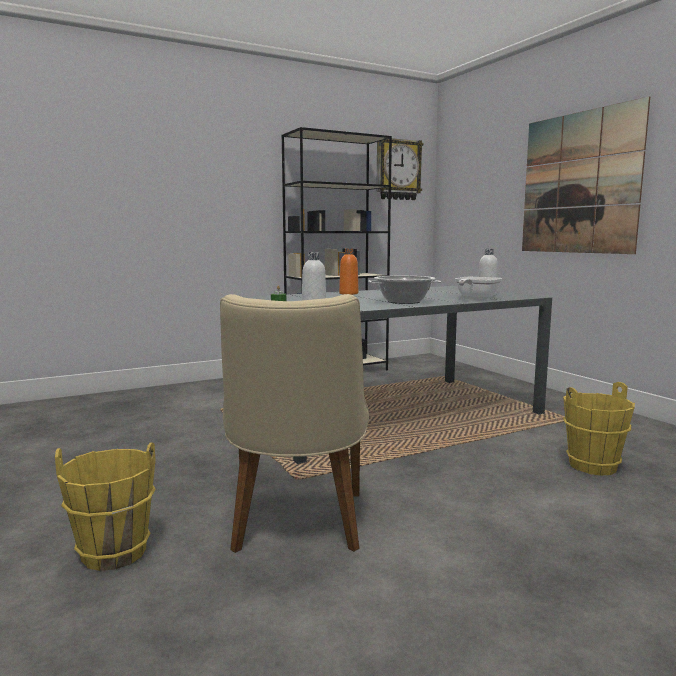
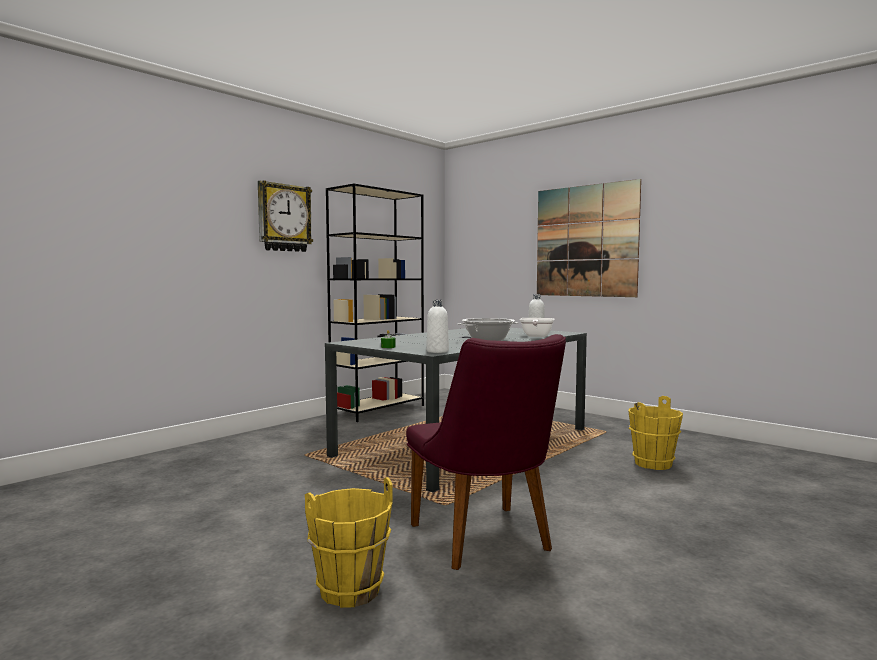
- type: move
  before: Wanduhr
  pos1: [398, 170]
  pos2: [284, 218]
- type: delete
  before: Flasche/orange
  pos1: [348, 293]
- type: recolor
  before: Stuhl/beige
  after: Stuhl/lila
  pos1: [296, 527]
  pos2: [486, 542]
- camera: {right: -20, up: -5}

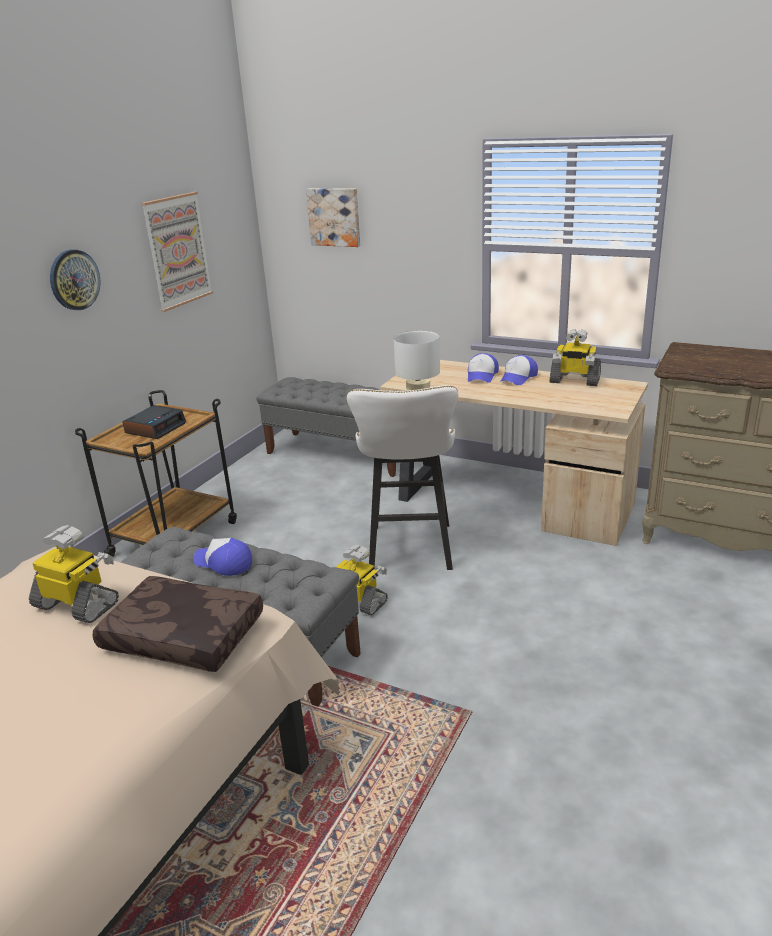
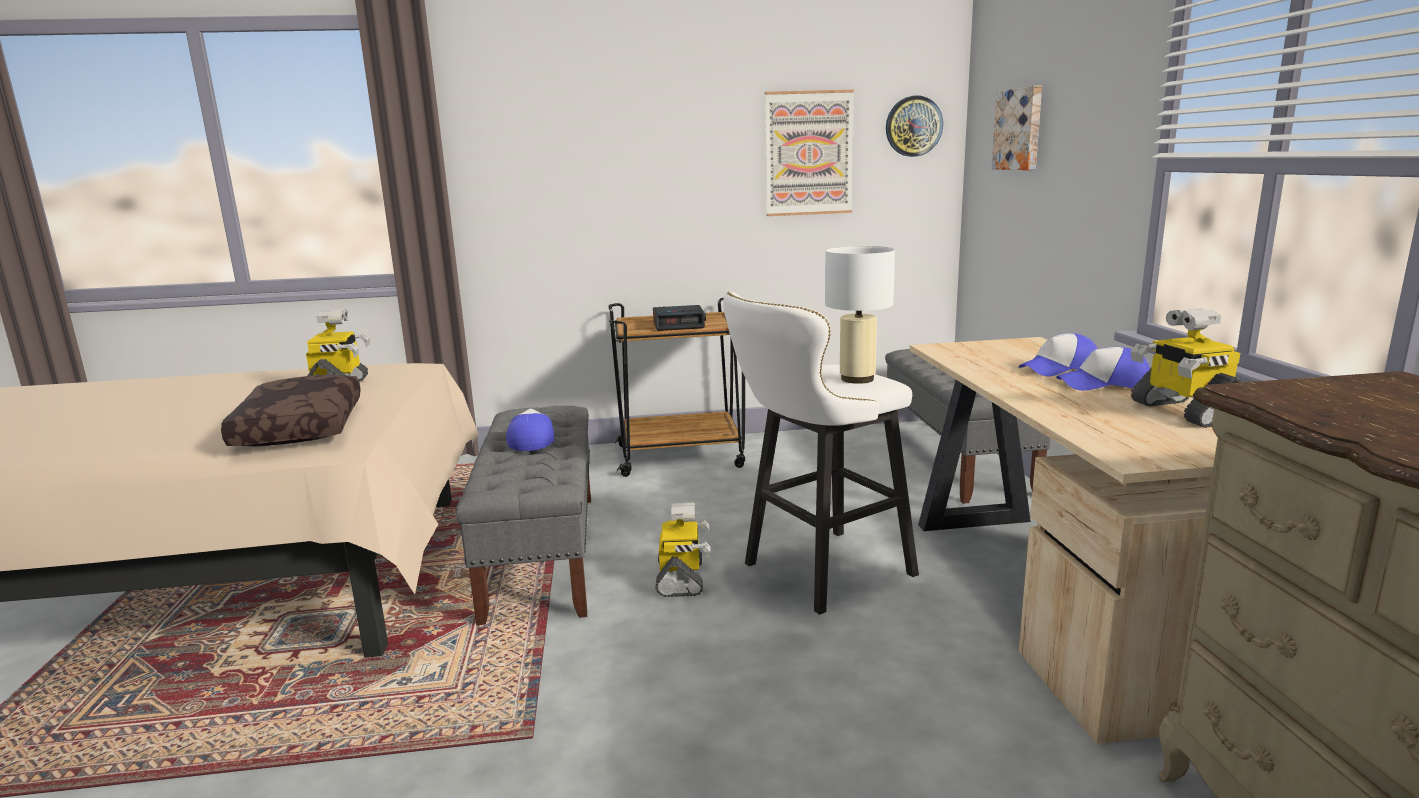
- type: move
  before: Wanduhr
  pos1: [74, 280]
  pos2: [913, 126]
- camera: {right: 55, up: -10}

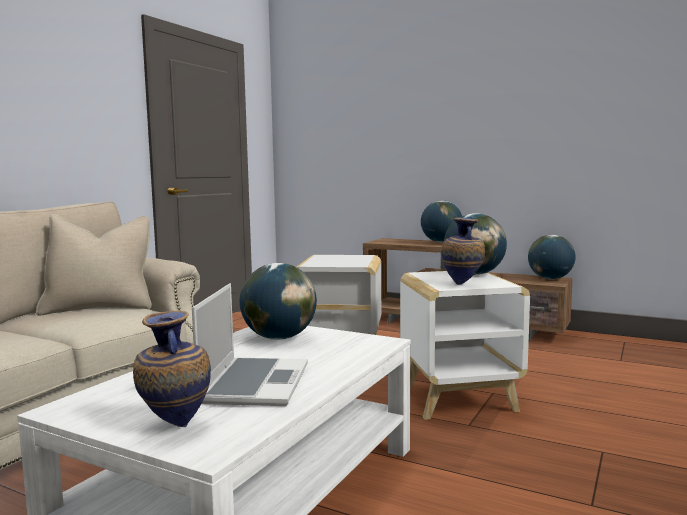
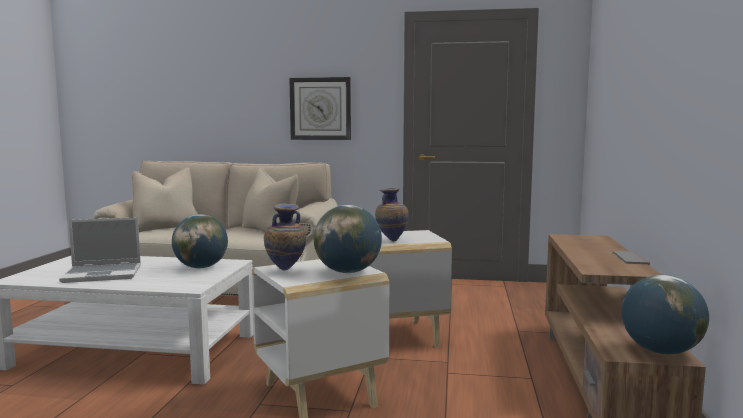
- type: delete
  before: Globus
  pos1: [441, 242]
- type: move
  before: Vase
  pos1: [174, 427]
  pos2: [391, 240]
- type: insert
  after: Wanduhr
  pos2: [320, 109]
- camera: {right: 70, up: 0}

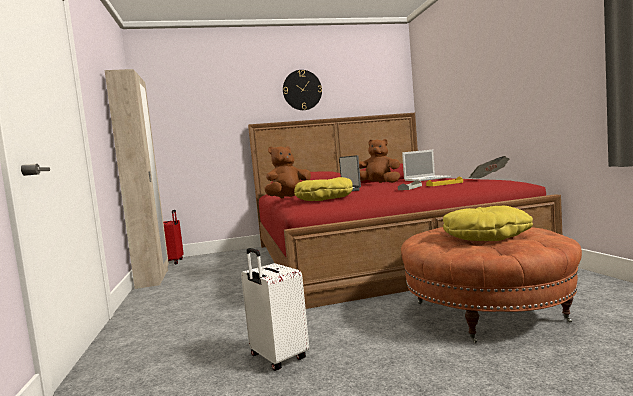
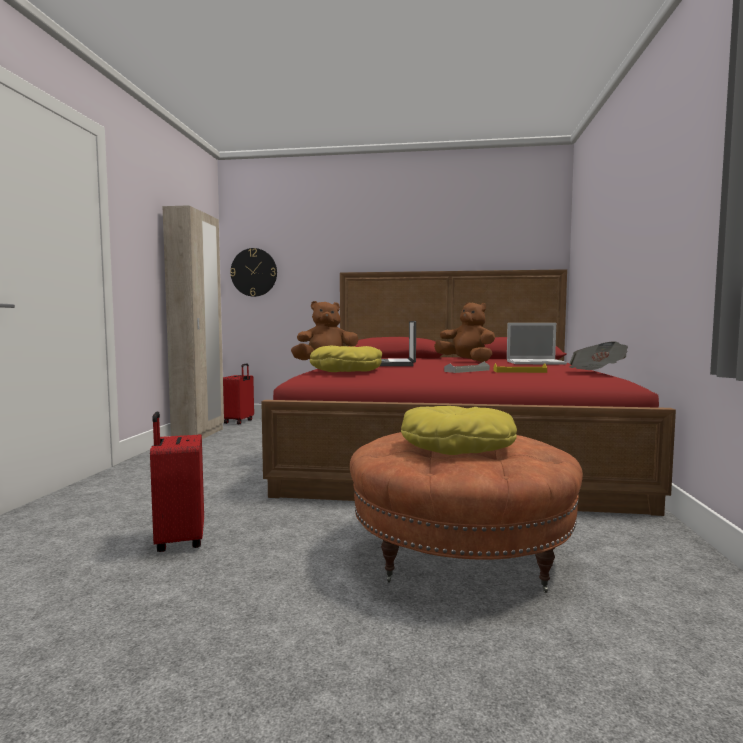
- type: move
  before: Wanduhr
  pos1: [302, 90]
  pos2: [254, 272]
- type: recolor
  before: Koffer/weiß
  after: Koffer/rot
  pos1: [277, 358]
  pos2: [178, 541]
- camera: {right: 20, up: 0}

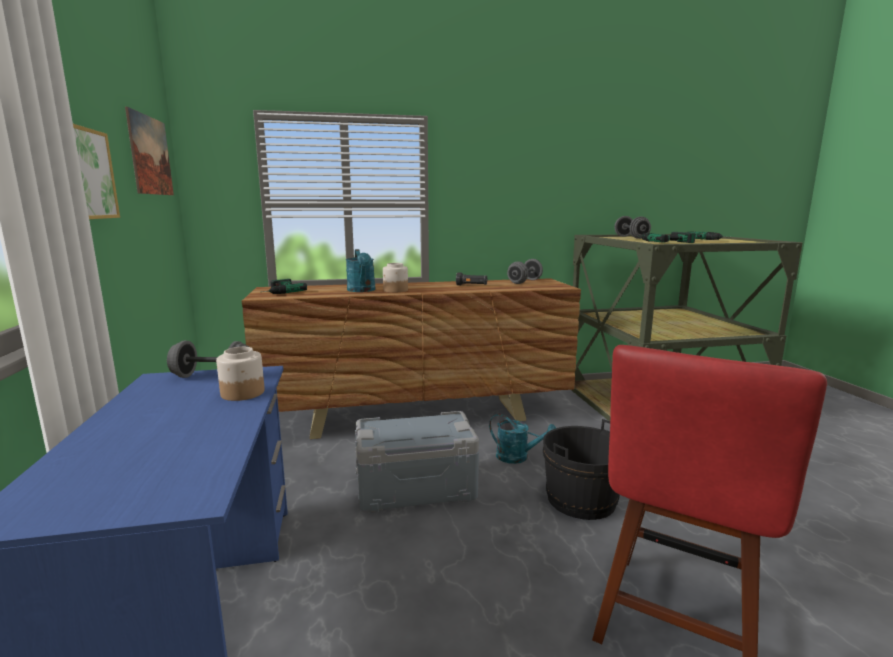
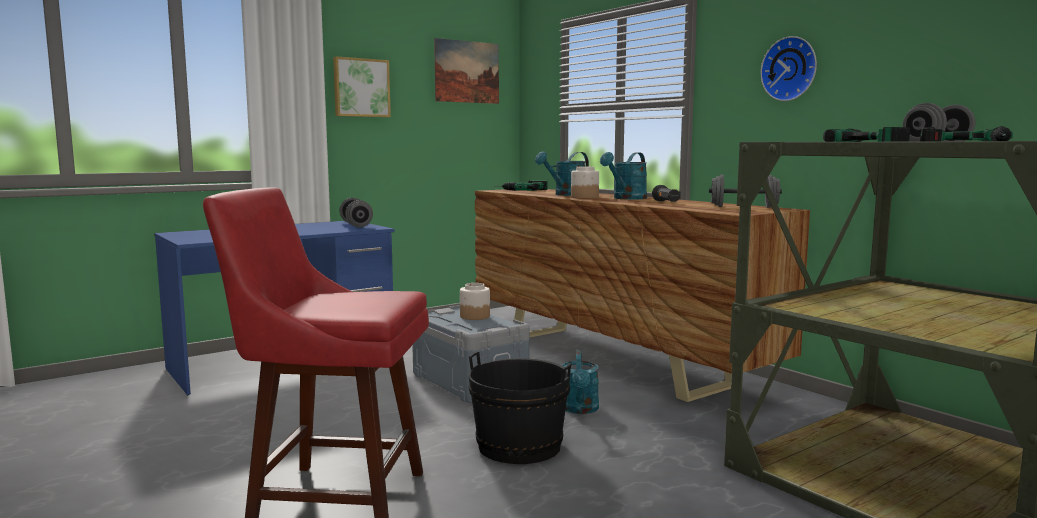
- type: move
  before: Vorratsglas
  pos1: [242, 393]
  pos2: [474, 316]
- type: insert
  after: Wanduhr
  pos2: [790, 69]
- type: insert
  after: Gießkanne/türkis
  pos2: [626, 198]
- camera: {right: 65, up: -5}

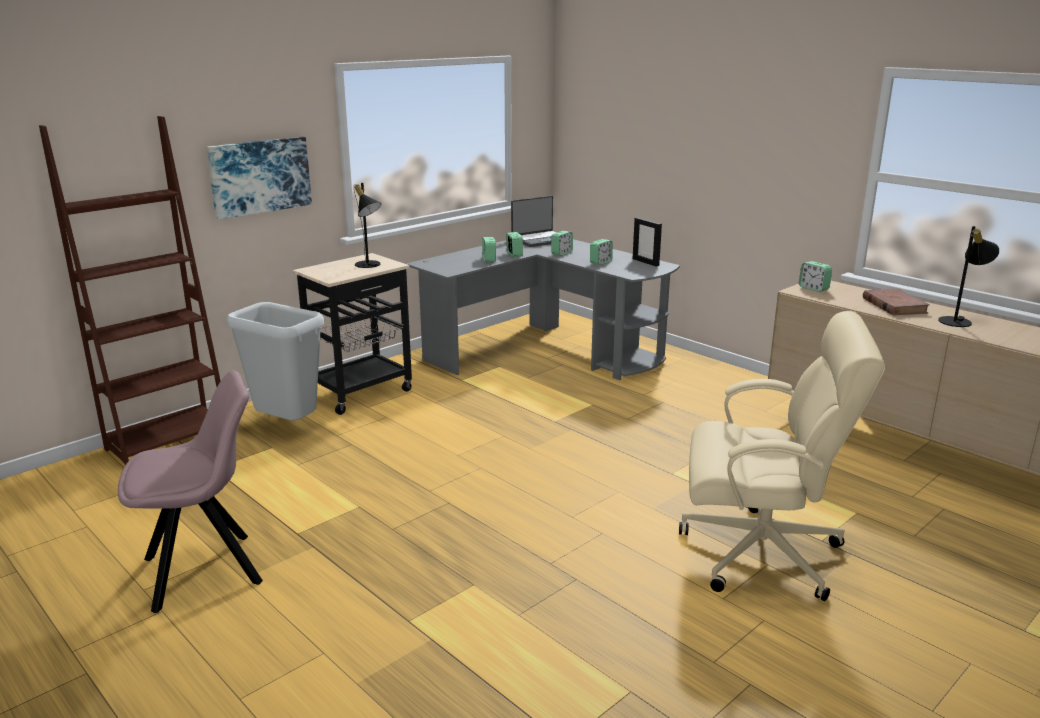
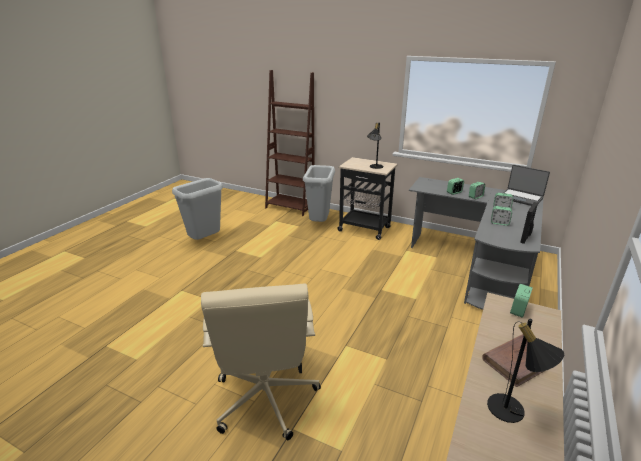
- type: delete
  before: Bild
  pos1: [259, 176]
- type: replace
  before: Stuhl/rosa
  after: Mülleimer/grau
  pos1: [204, 571]
  pos2: [205, 241]
- camera: {right: 70, up: 5}

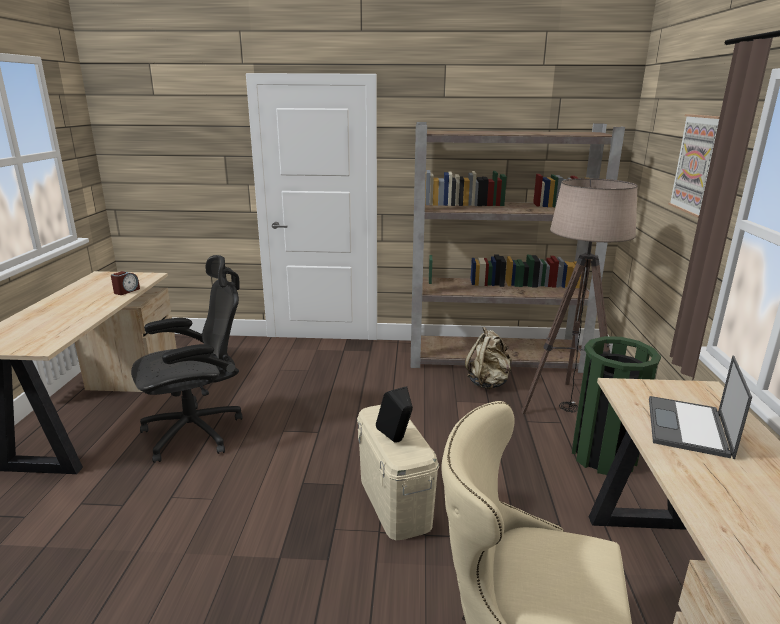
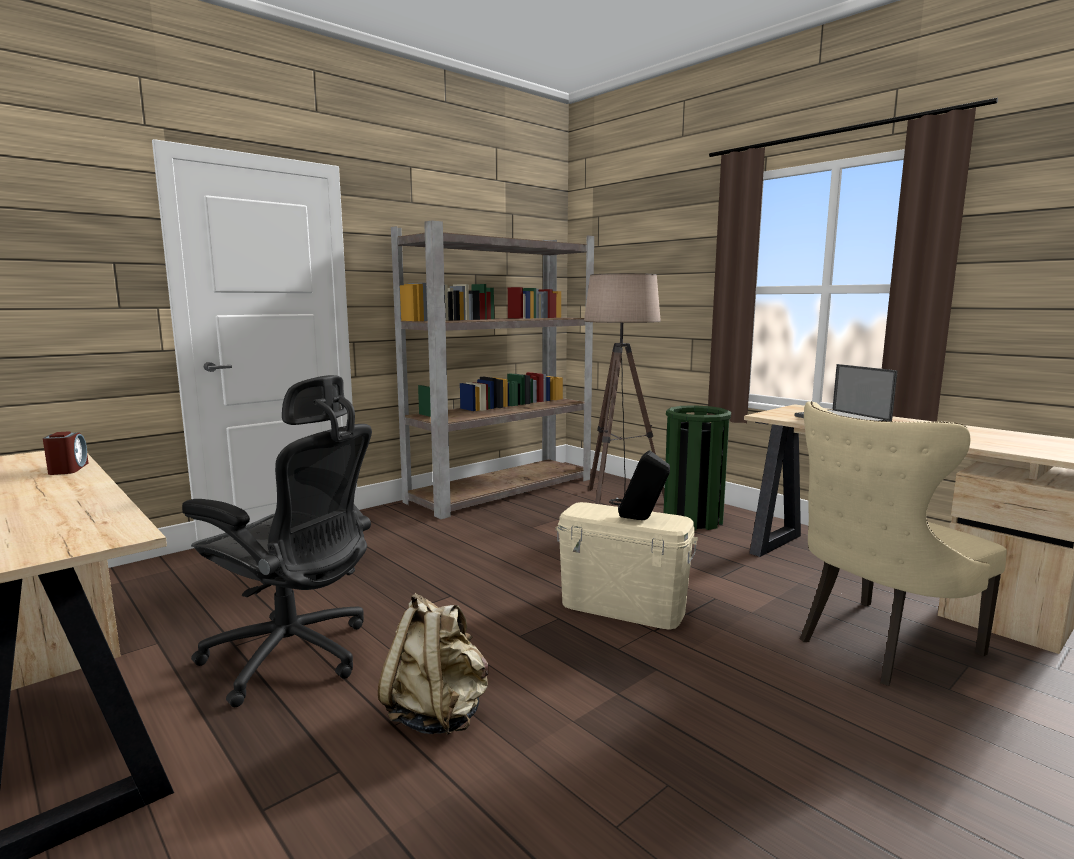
- type: delete
  before: Bild
  pos1: [696, 164]
- type: rotate
  before: Bürostuhl
  pos1: [198, 431]
  pos2: [293, 658]
  turn: 105
- type: move
  before: Rucksack/beige
  pos1: [488, 383]
  pos2: [437, 714]
- camera: {right: -45, up: -10}

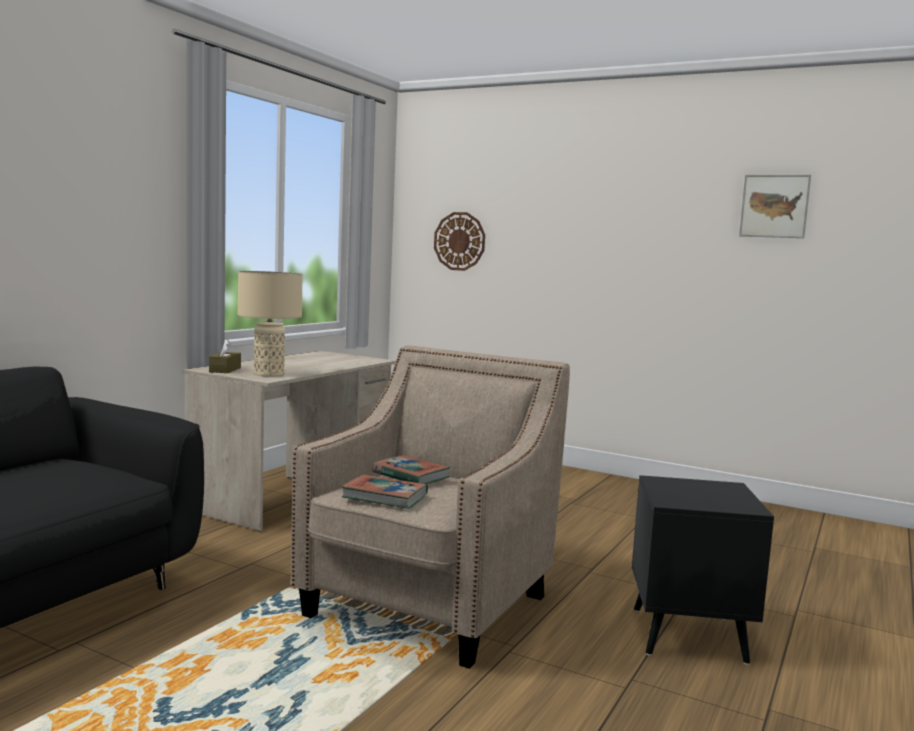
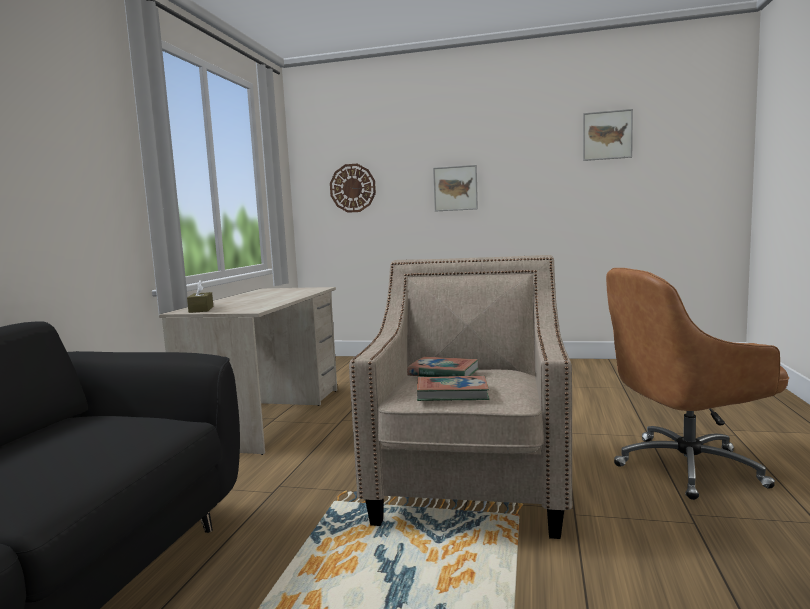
- type: delete
  before: Tischlampe/beige
  pos1: [269, 373]
- type: replace
  before: Beistelltisch/schwarz
  after: Bürostuhl/braun
  pos1: [688, 635]
  pos2: [686, 466]
- type: insert
  after: Bild
  pos2: [455, 188]
- camera: {right: -15, up: 0}

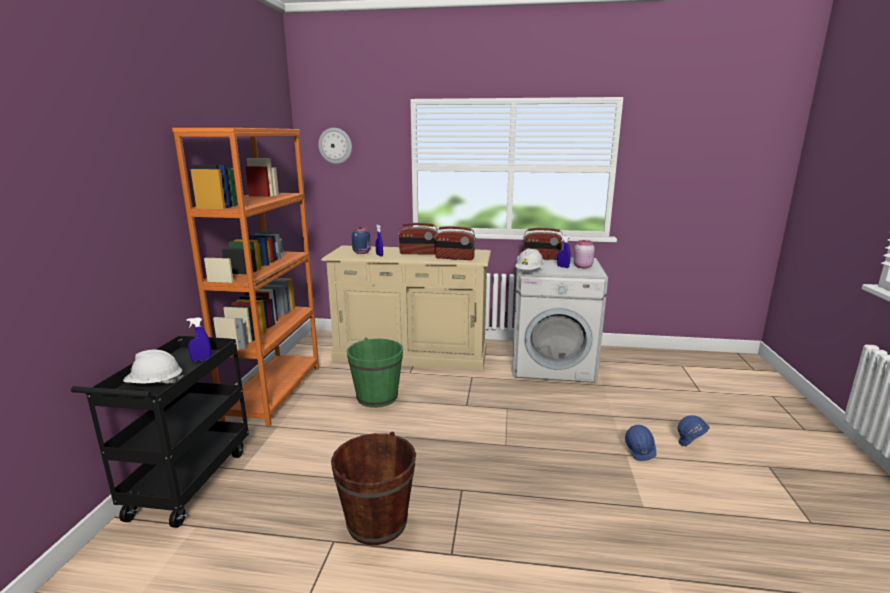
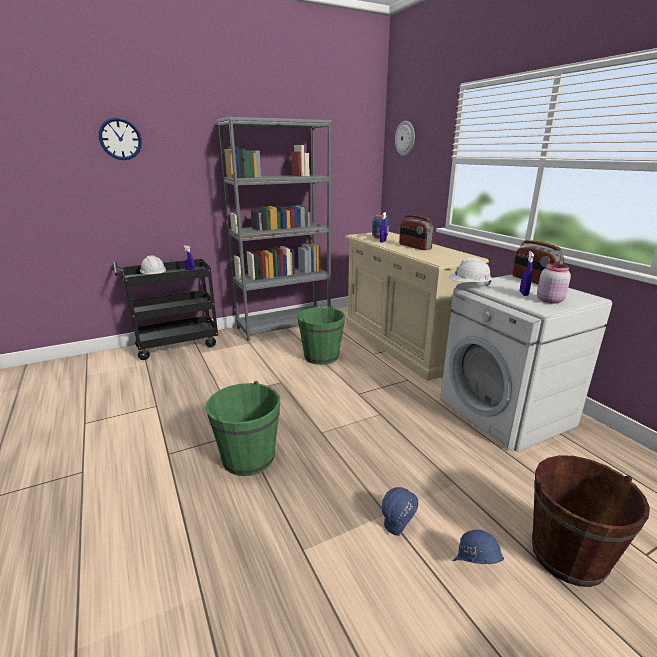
- type: recolor
  before: Bücherregal/orange
  after: Bücherregal/grau
  pos1: [274, 392]
  pos2: [284, 326]
- type: delete
  before: Radio
  pos1: [454, 258]
- type: move
  before: Eimer/braun
  pos1: [377, 522]
  pos2: [568, 555]
- type: insert
  after: Wanduhr
  pos2: [120, 139]
- type: insert
  after: Eimer/grün
  pos2: [248, 458]
- camera: {right: 55, up: 5}

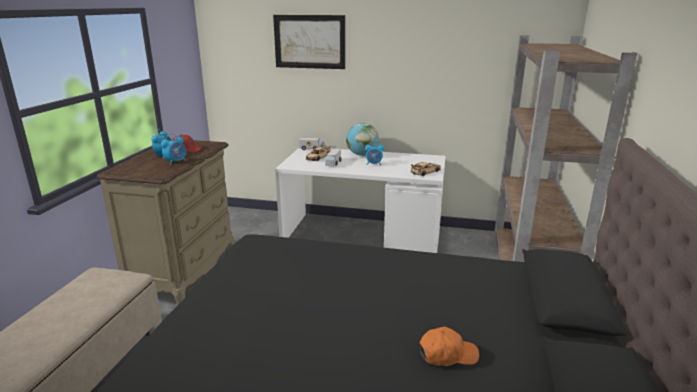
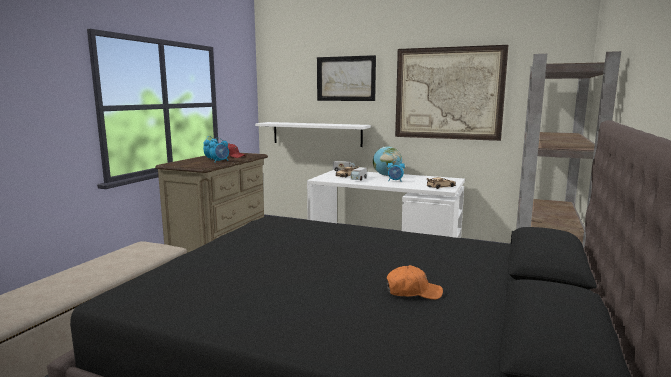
- type: insert
  after: Bild
  pos2: [448, 93]
- type: insert
  after: Wandregal/weiß
  pos2: [316, 134]
- camera: {right: 10, up: -10}

